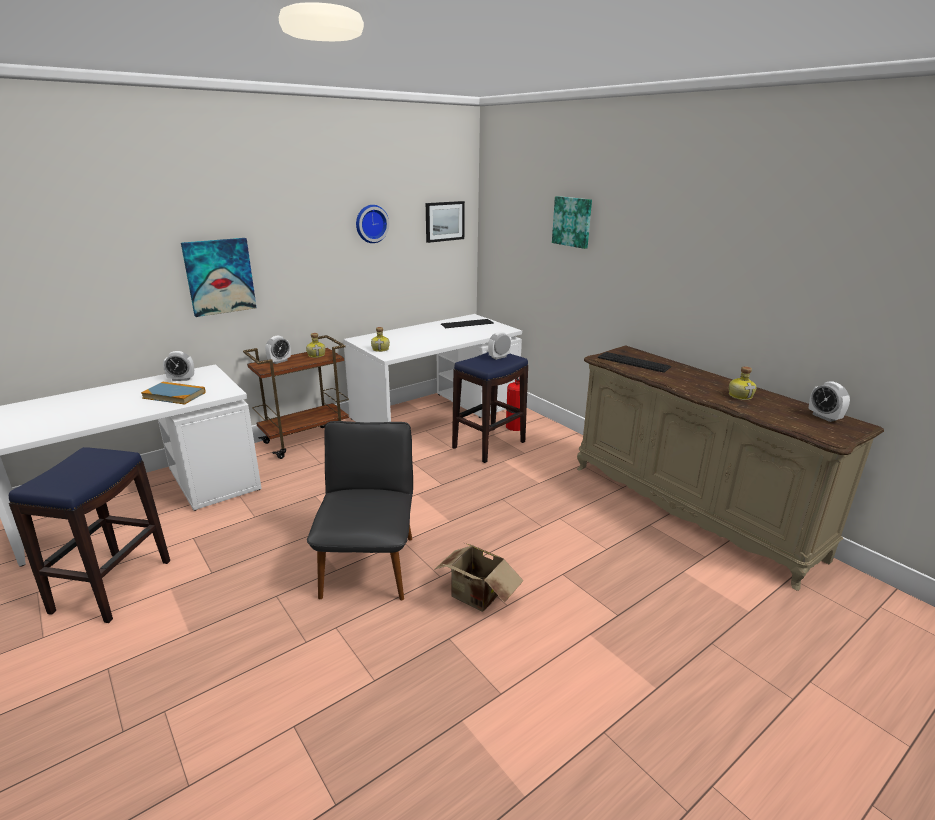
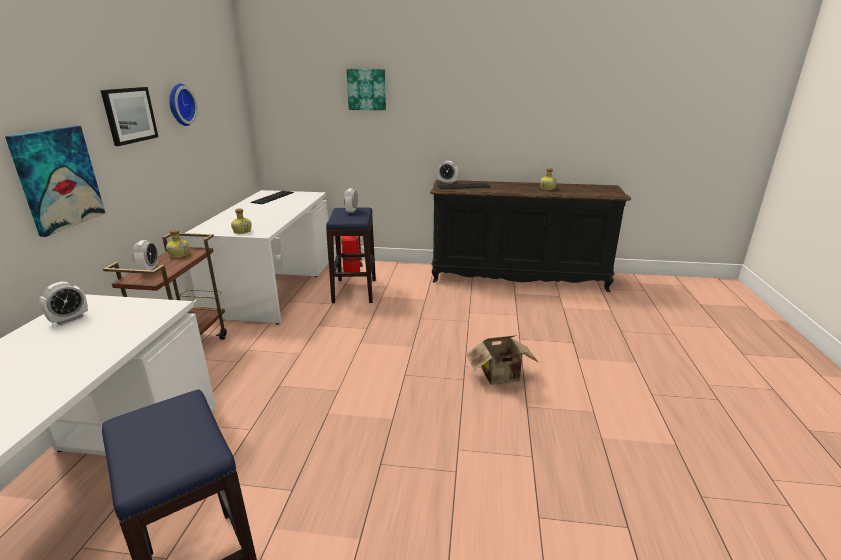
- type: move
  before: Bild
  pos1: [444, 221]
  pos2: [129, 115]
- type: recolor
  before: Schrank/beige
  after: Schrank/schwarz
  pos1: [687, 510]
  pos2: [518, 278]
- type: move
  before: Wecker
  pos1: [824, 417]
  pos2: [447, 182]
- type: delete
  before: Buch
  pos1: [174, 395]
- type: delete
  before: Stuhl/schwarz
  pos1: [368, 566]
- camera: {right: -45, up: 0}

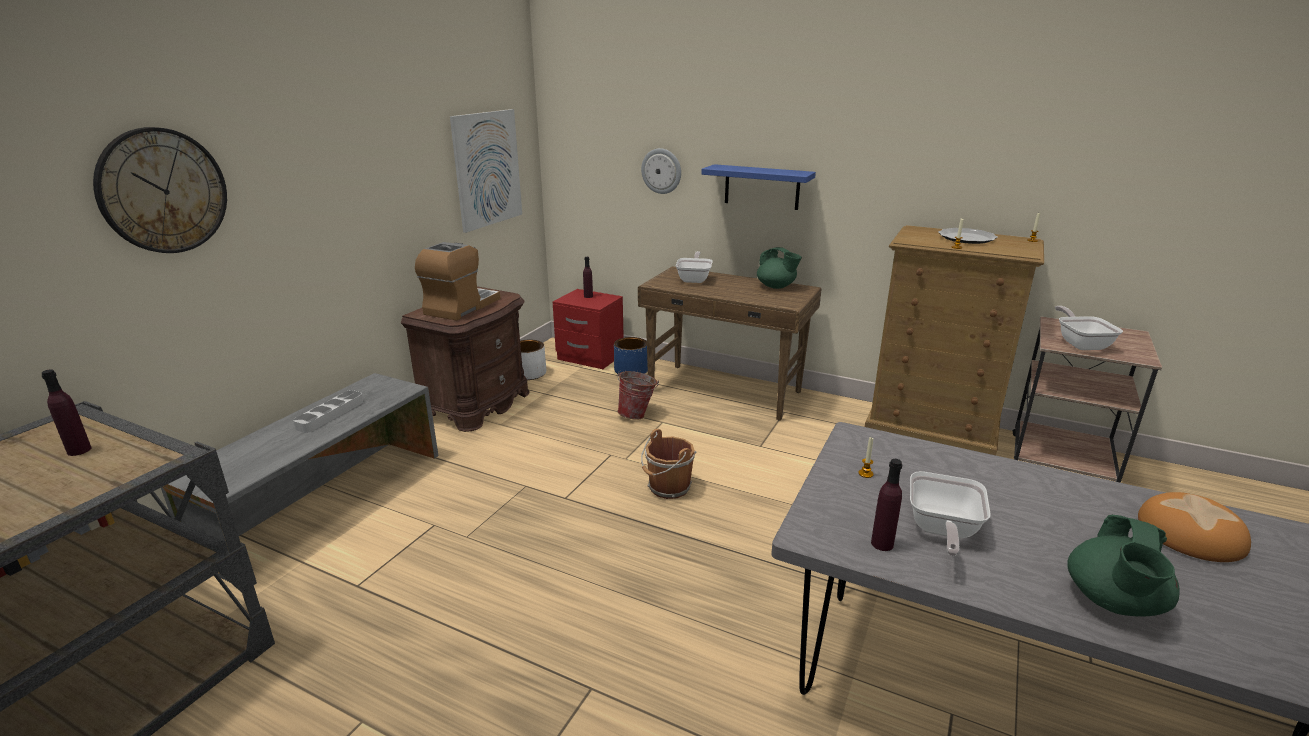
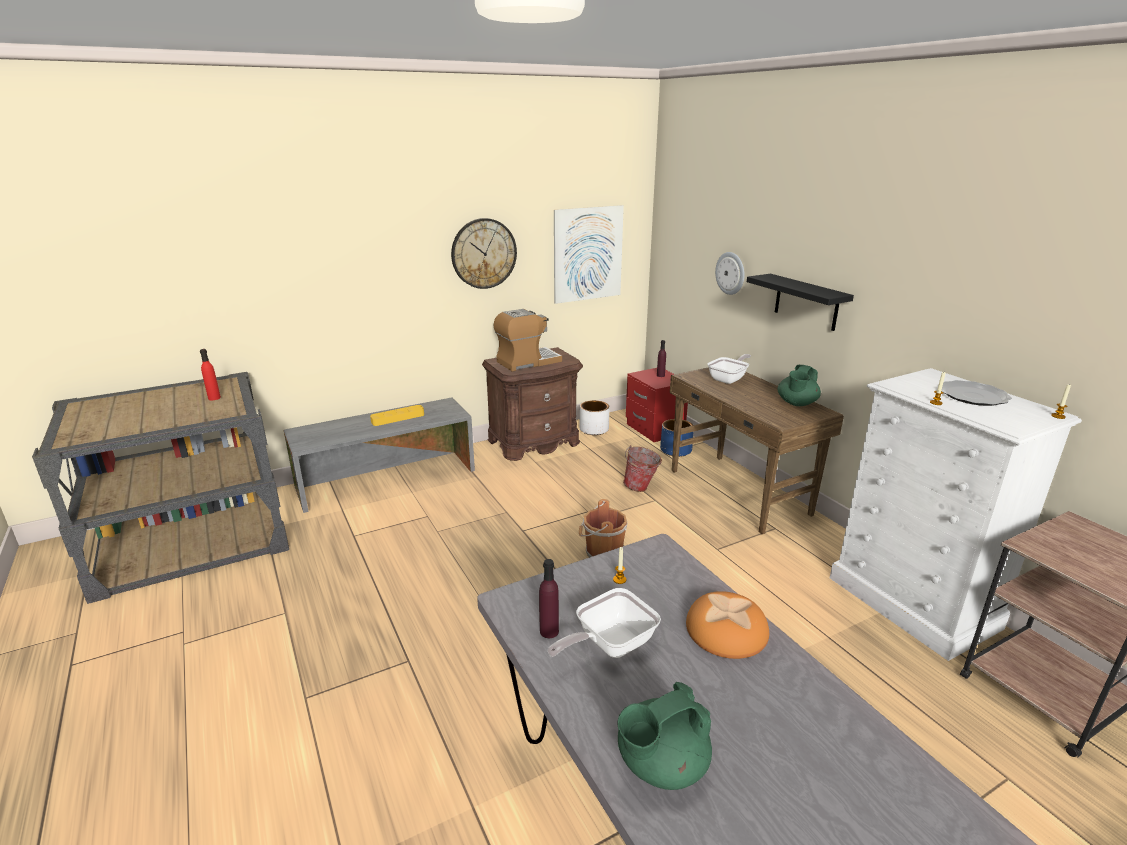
- type: move
  before: Wanduhr
  pos1: [163, 191]
  pos2: [484, 253]
- type: recolor
  before: Wandregal/blau
  after: Wandregal/schwarz
  pos1: [762, 187]
  pos2: [806, 302]
- type: recolor
  before: Kommode/braun
  after: Kommode/weiß
  pos1: [932, 433]
  pos2: [913, 603]
- type: rotate
  before: Teekanne/grün
  pos1: [776, 286]
  pos2: [796, 403]
  turn: 45
- type: delete
  before: Pfanne
  pos1: [1080, 343]
- type: recolor
  before: Flasche/lila
  after: Flasche/rot
  pos1: [79, 450]
  pos2: [214, 398]
- type: recolor
  before: Tablett/grau
  after: Tablett/gelb
  pos1: [330, 414]
  pos2: [398, 418]
- type: move
  before: Brot
  pos1: [1191, 534]
  pos2: [727, 631]
- camera: {right: 35, up: 0}

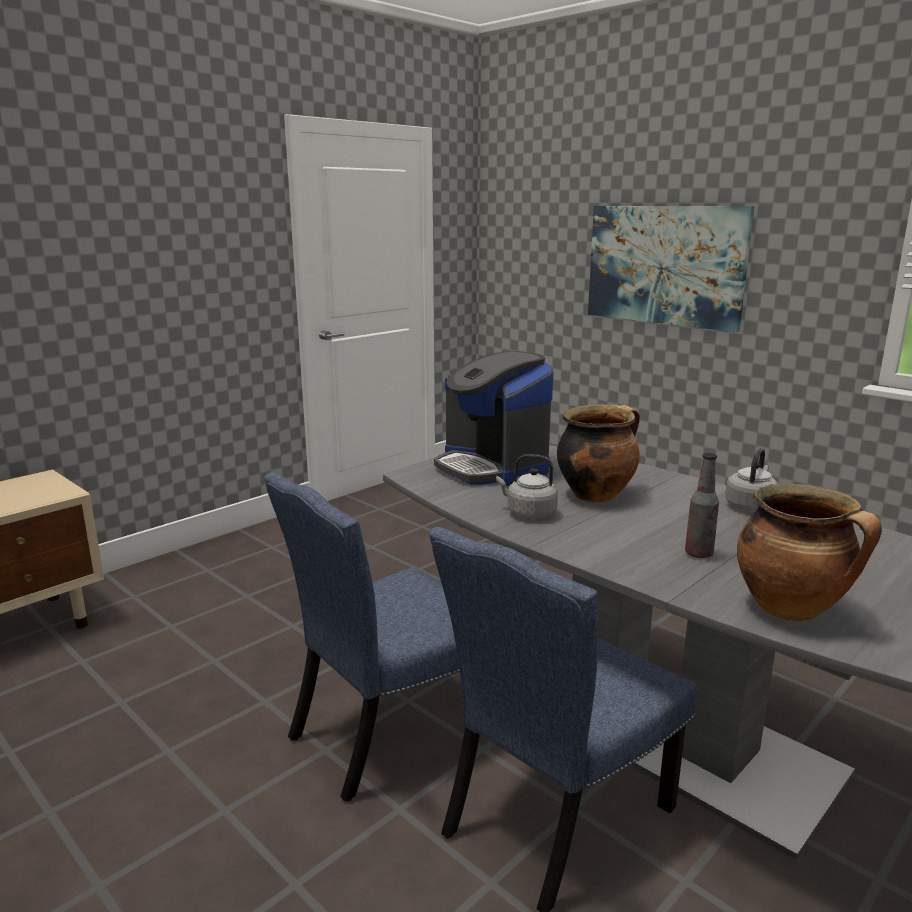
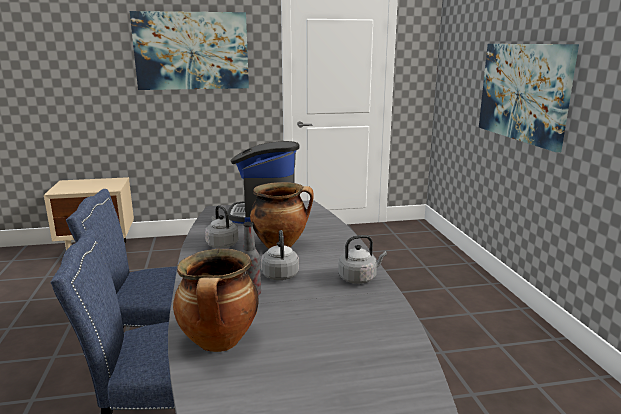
- type: insert
  after: Bild
  pos2: [191, 51]
- type: insert
  after: Wasserkessel/grau
  pos2: [280, 274]
- camera: {right: 35, up: 0}

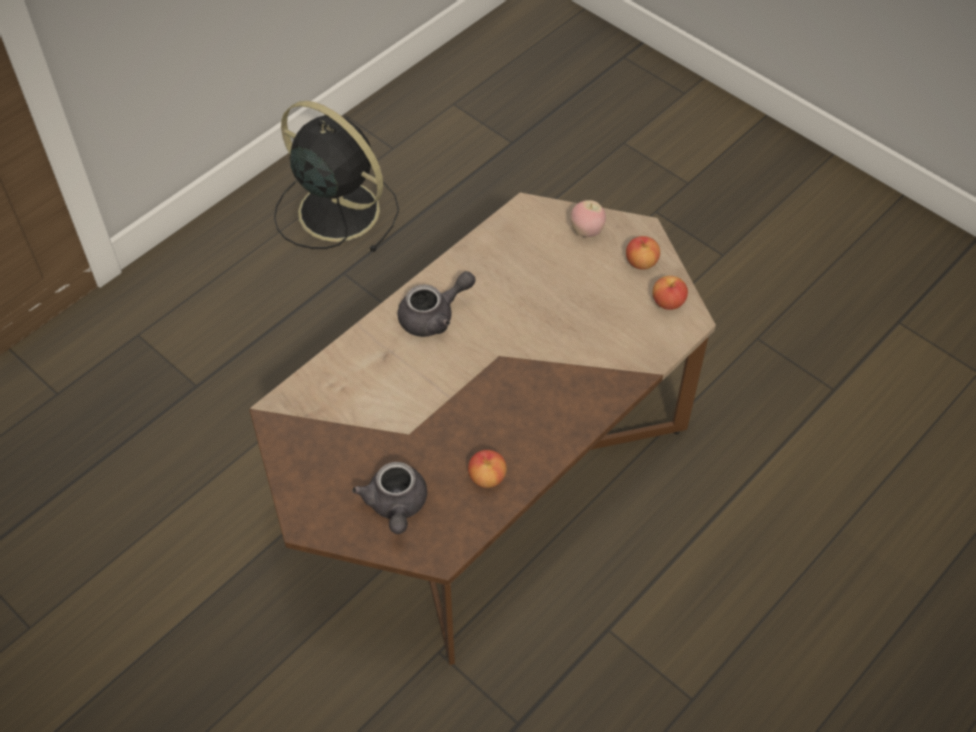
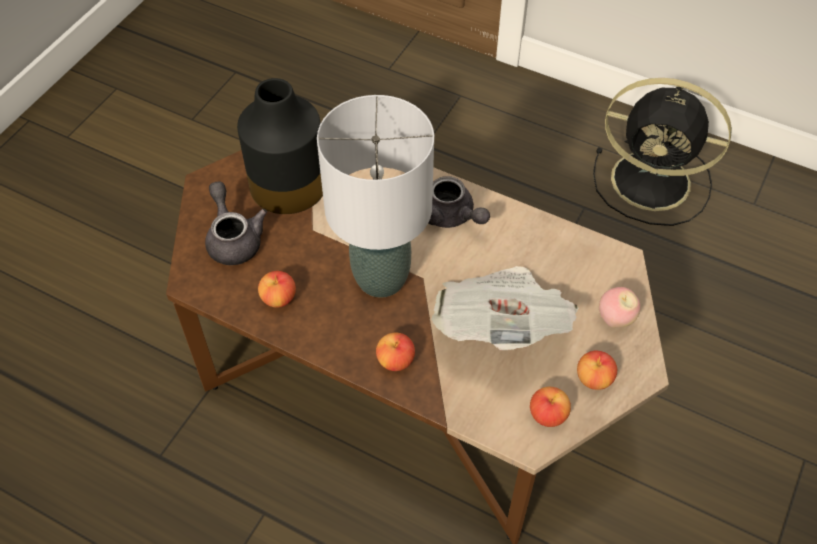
- type: rotate
  before: Ventilator/schwarz
  pos1: [335, 209]
  pos2: [654, 182]
  turn: 90
- type: rotate
  before: Teekanne/grau
  pos1: [396, 506]
  pos2: [233, 238]
  turn: 90
- type: insert
  after: Vase/schwarz
  pos2: [288, 183]
- type: insert
  after: Tischlampe/grau
  pos2: [382, 278]
- type: insert
  after: Zeitung
  pos2: [501, 326]
- type: insert
  after: Apfel
  pos2: [395, 360]
- camera: {right: 75, up: 0}

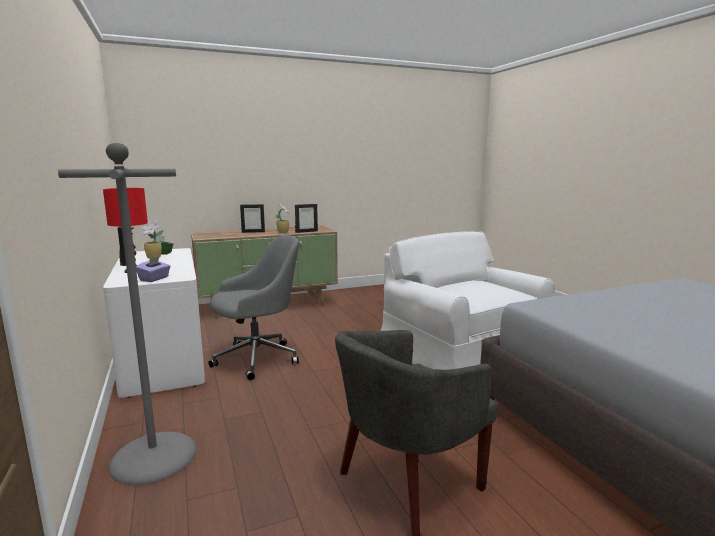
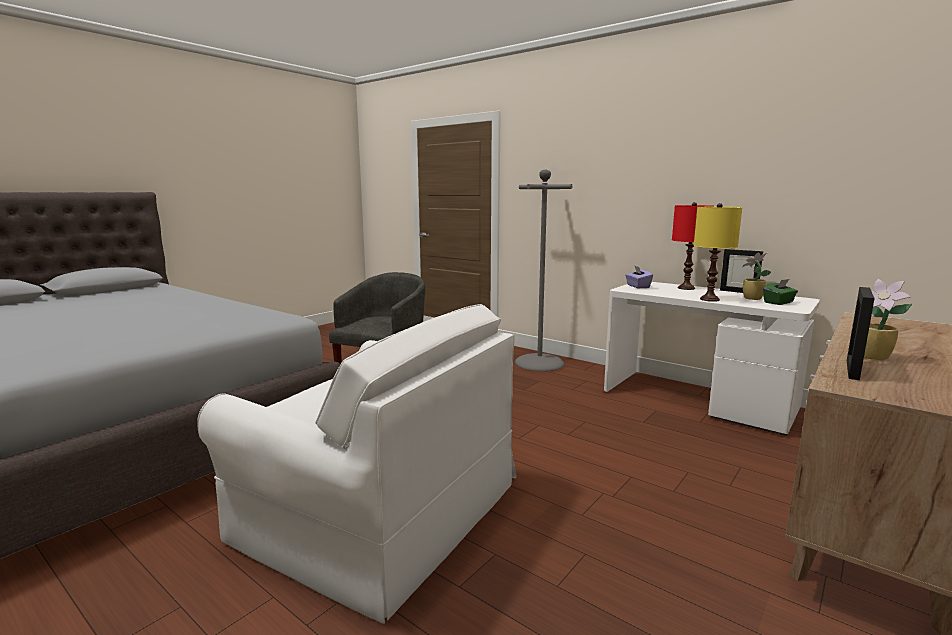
- type: delete
  before: Bilderrahmen
  pos1: [253, 232]
- type: delete
  before: Bürostuhl/grau
  pos1: [257, 359]
- type: insert
  after: Tischlampe/gelb
  pos2: [709, 299]
- camera: {right: 150, up: 0}

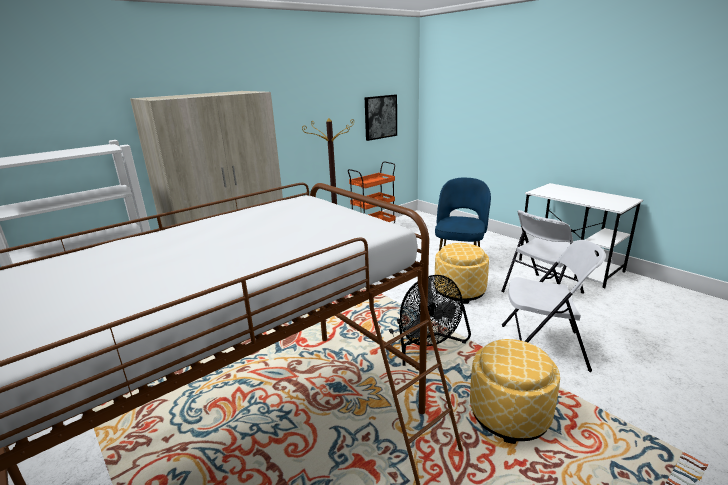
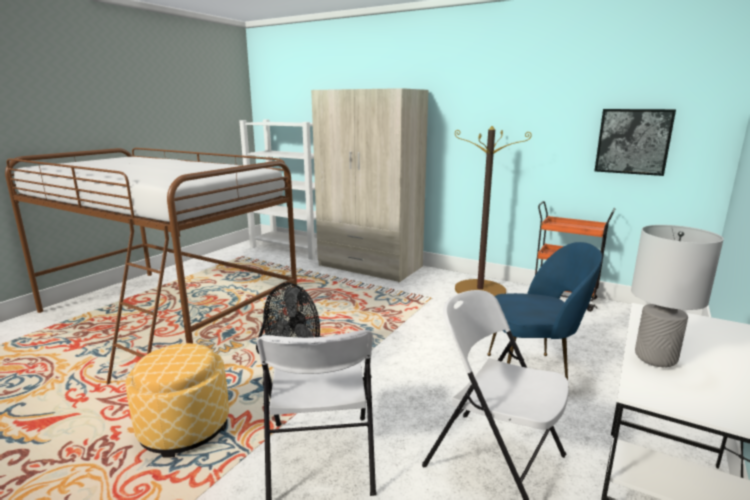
- type: delete
  before: Polsterhocker
  pos1: [460, 291]
- type: insert
  after: Tischlampe/grau
  pos2: [655, 361]
- camera: {right: 70, up: -5}

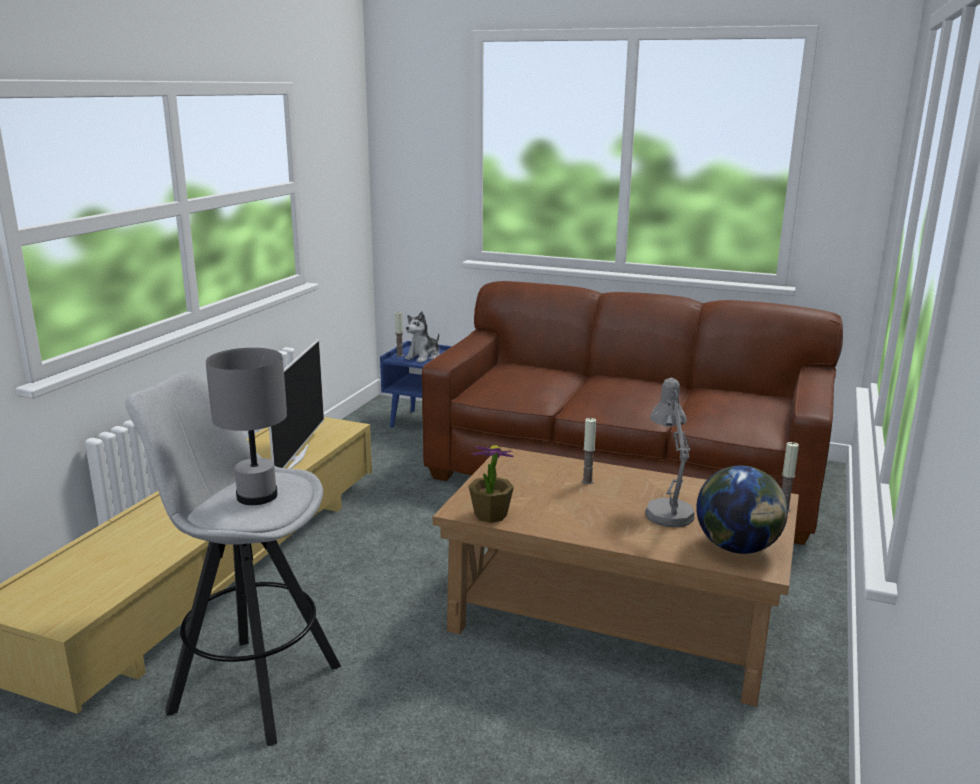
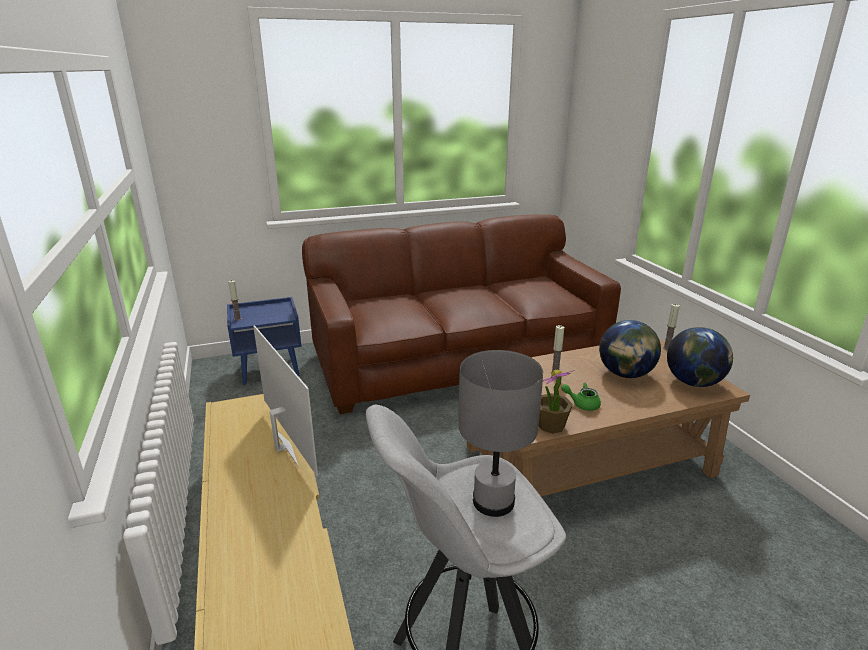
- type: delete
  before: Plüschtier
  pos1: [423, 357]
- type: replace
  before: Tischlampe/grau
  after: Globus
  pos1: [666, 510]
  pos2: [625, 374]
- type: insert
  after: Teekanne/grün
  pos2: [582, 404]
- camera: {right: -40, up: 5}

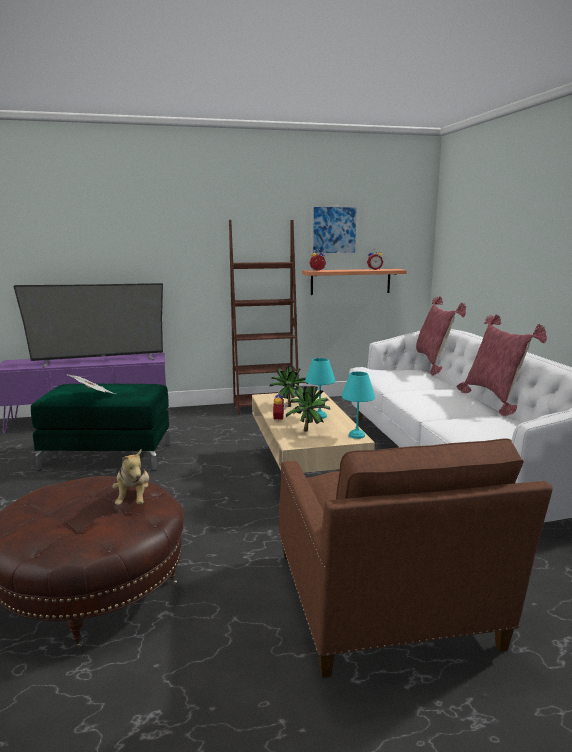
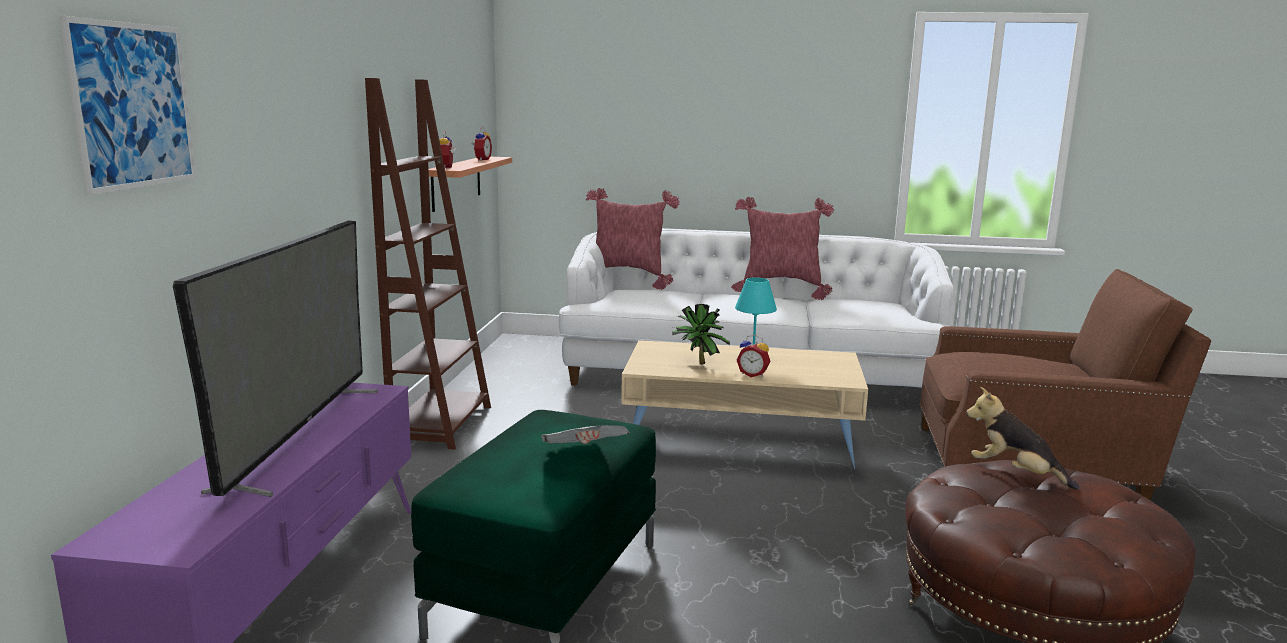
- type: move
  before: Bild
  pos1: [334, 230]
  pos2: [133, 106]
- type: delete
  before: Tischlampe/türkis
  pos1: [356, 435]
- type: delete
  before: Topfpflanze
  pos1: [309, 431]
- type: rotate
  before: Plüschtier
  pos1: [134, 499]
  pos2: [1015, 474]
  turn: -150
- camera: {right: -70, up: 0}

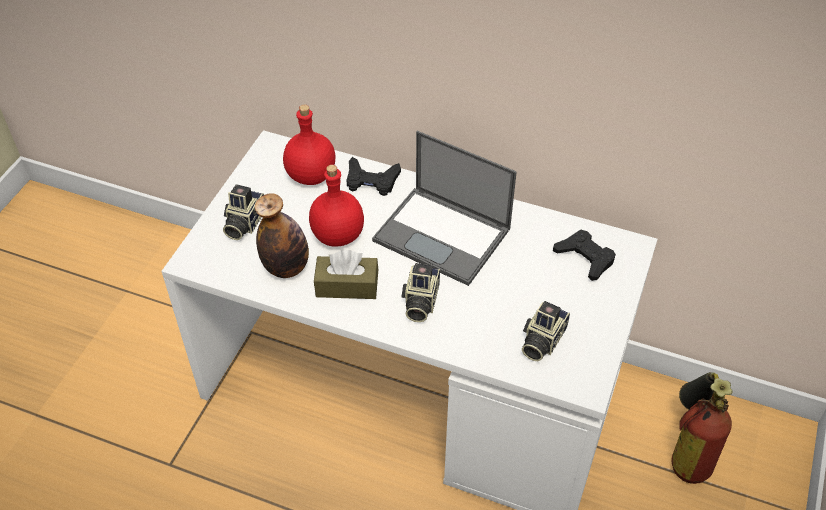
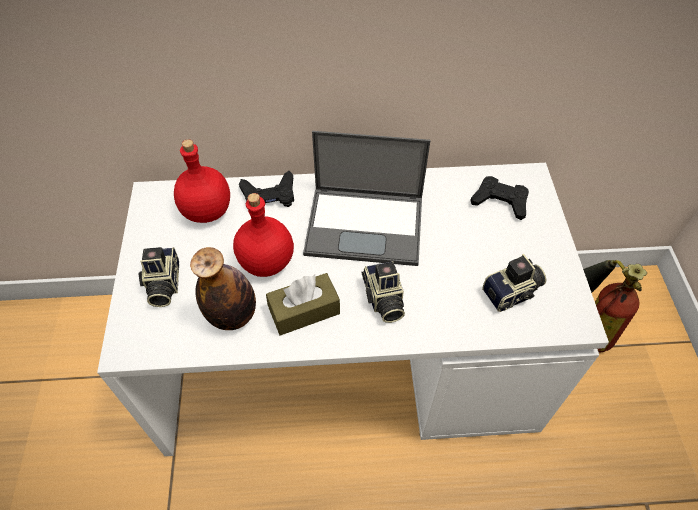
- type: rotate
  before: Kamera
  pos1: [541, 340]
  pos2: [513, 294]
  turn: -120
- camera: {right: -25, up: 5}

